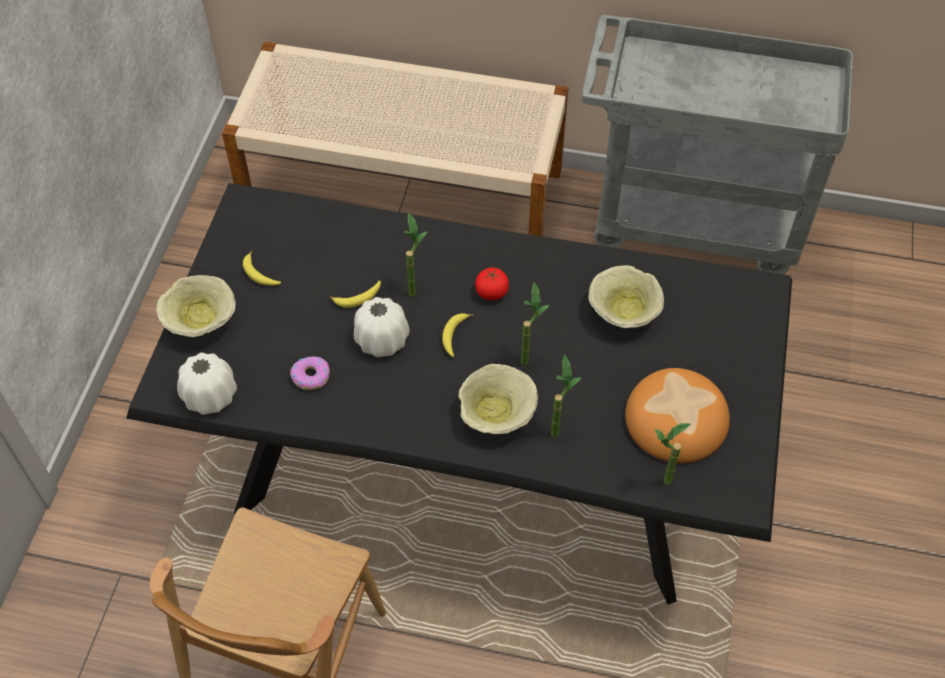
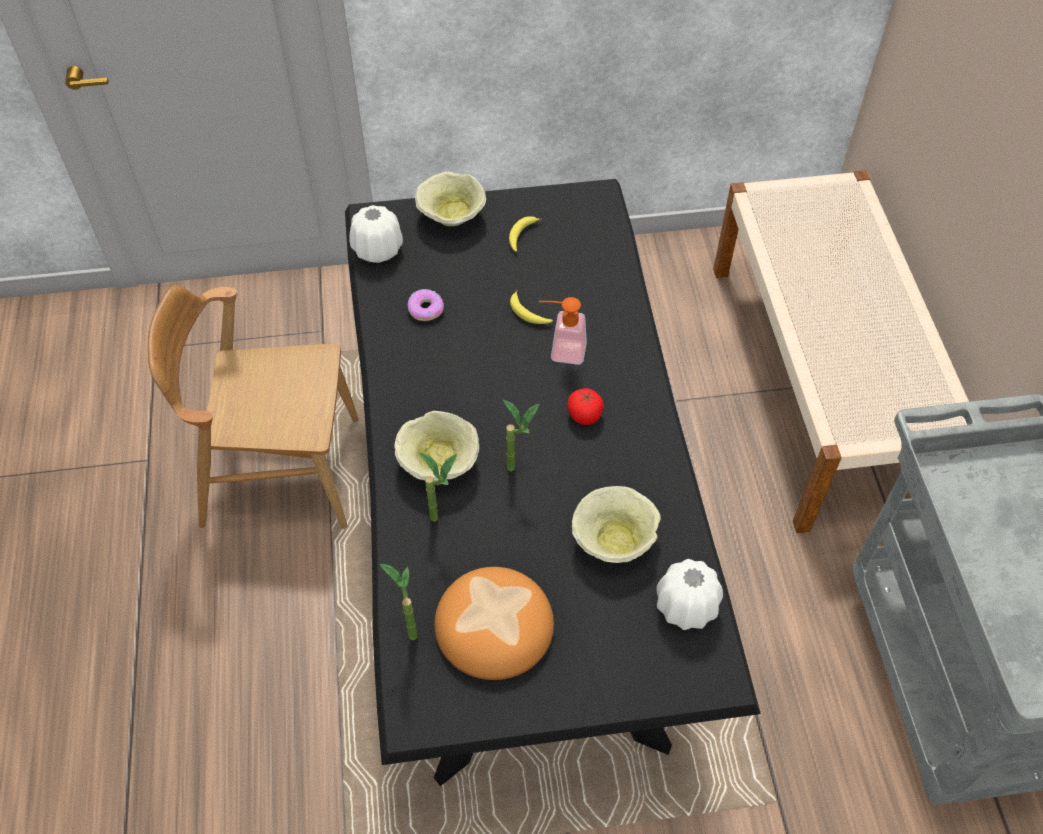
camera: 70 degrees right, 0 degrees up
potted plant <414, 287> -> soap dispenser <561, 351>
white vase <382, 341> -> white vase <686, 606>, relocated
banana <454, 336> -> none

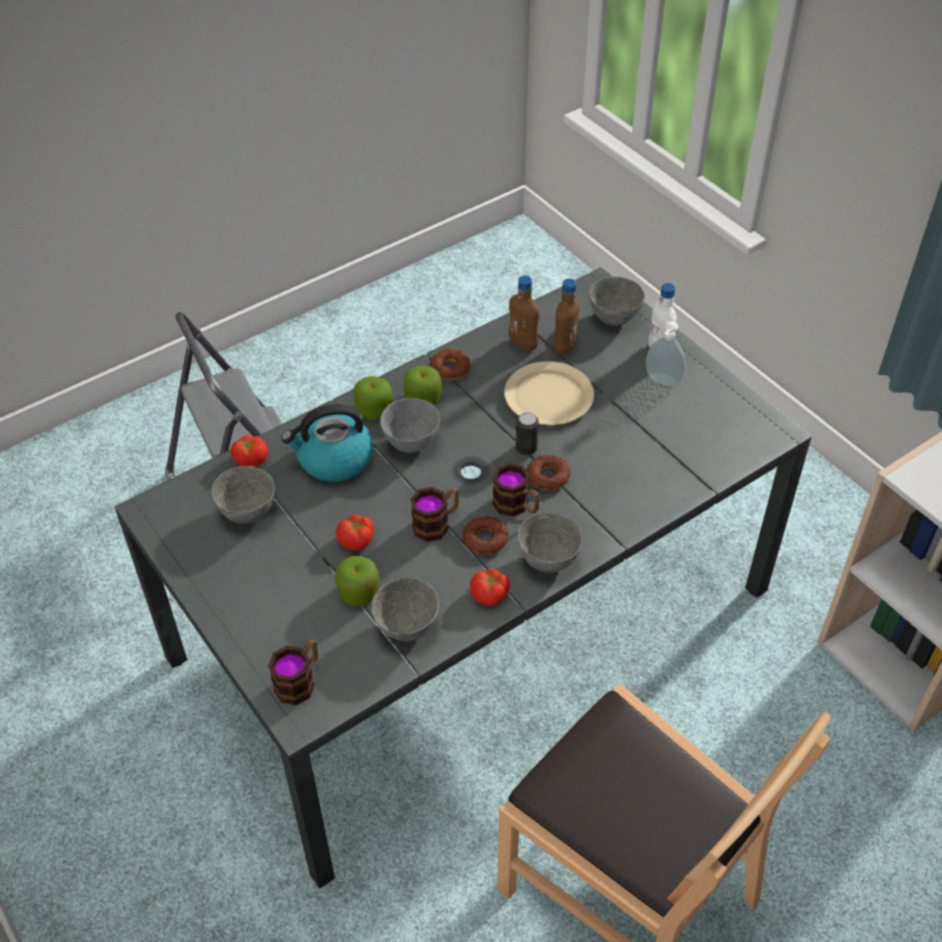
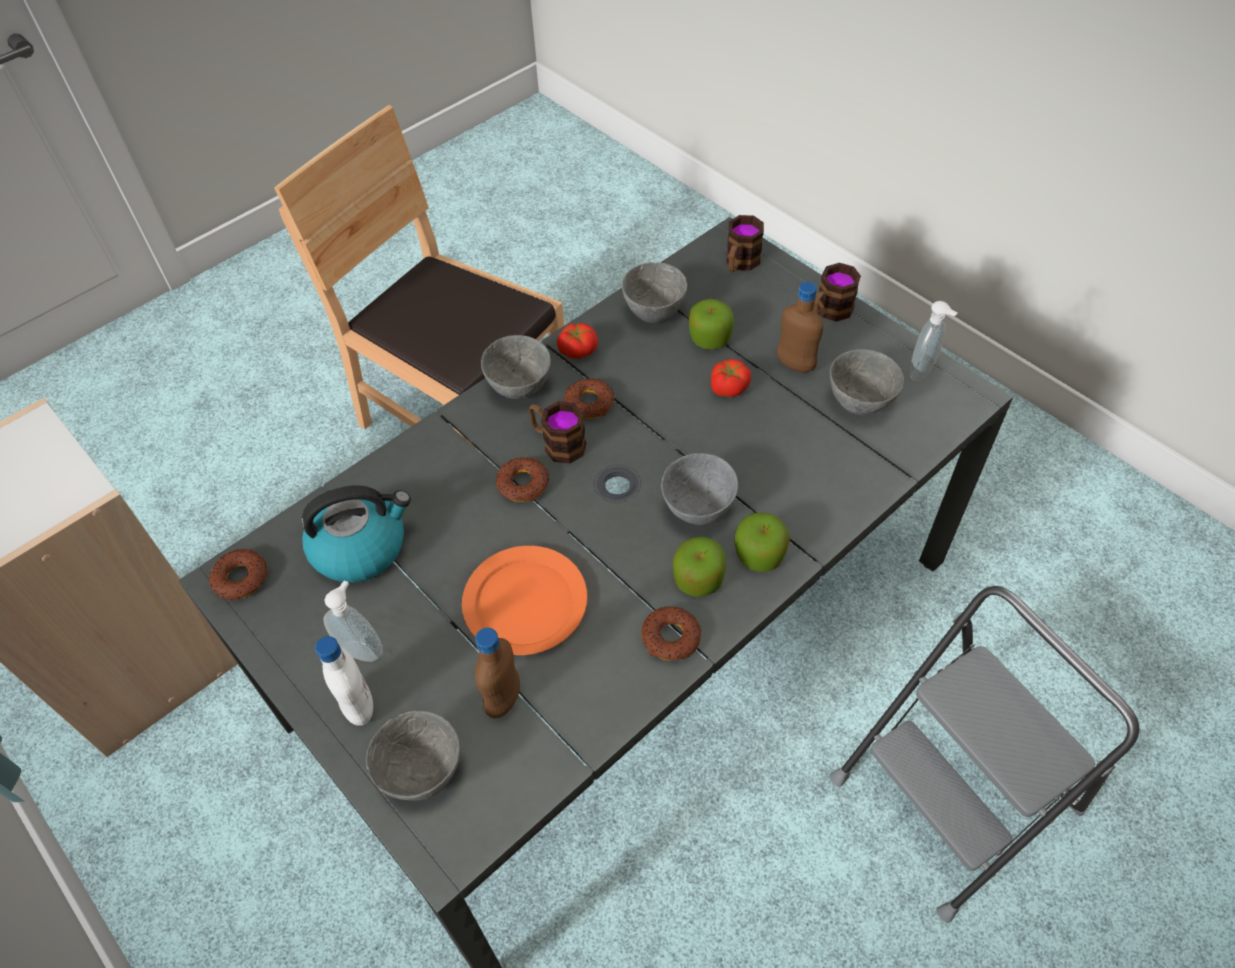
camera: 175 degrees right, 5 degrees up
none -> donut <240, 578>
kettle <334, 459> -> kettle <361, 547>, relocated
beige plate <548, 396> -> orange plate <525, 603>
brown bottle <523, 344> -> brown bottle <795, 365>, relocated
mug <437, 523> -> mug <829, 312>, relocated
none -> soap dispenser <923, 372>
tomato <251, 458> -> none
can <526, 448> -> none

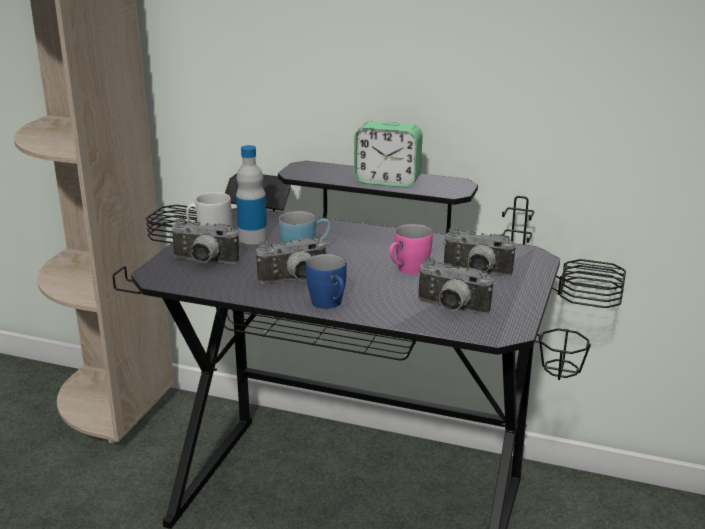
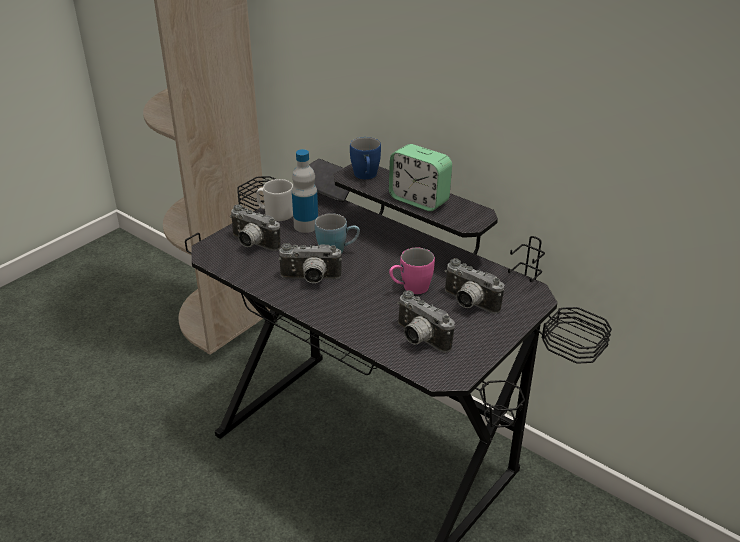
camera: 20 degrees right, 10 degrees up
blue mug <330, 305> -> blue mug <366, 176>, relocated

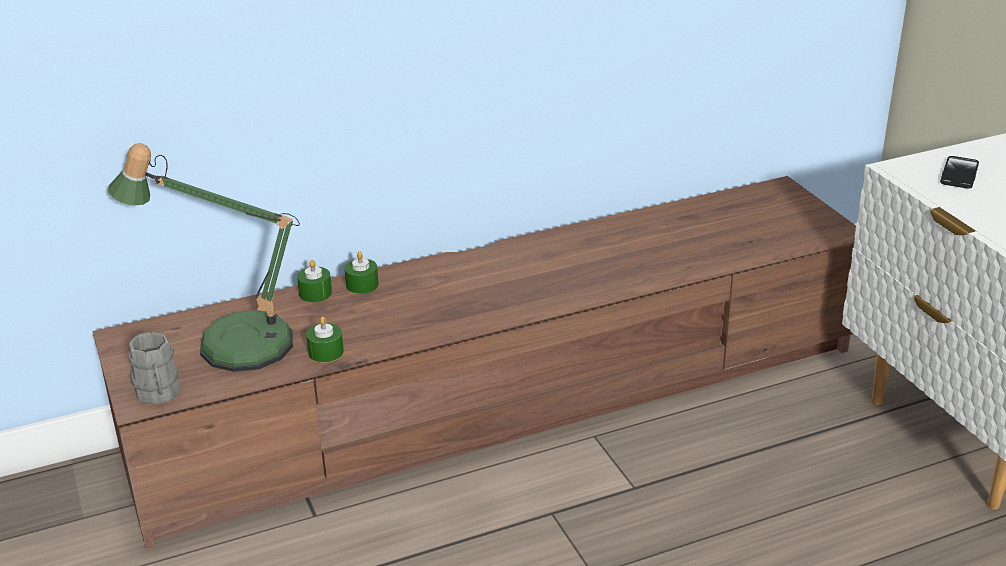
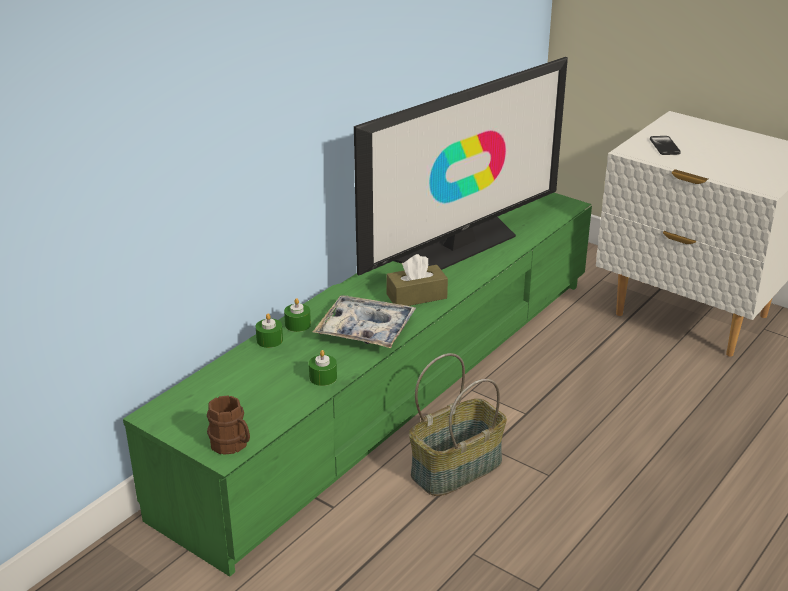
camera: 30 degrees left, 0 degrees up
brown tv stand <504, 402> -> green tv stand <392, 387>
grey mug <159, 395> -> brown mug <232, 445>
none -> tray <365, 330>
none -> television <459, 245>
none -> brown tissue box <416, 296>
none -> basket <456, 467>
table lamp <231, 341> -> none

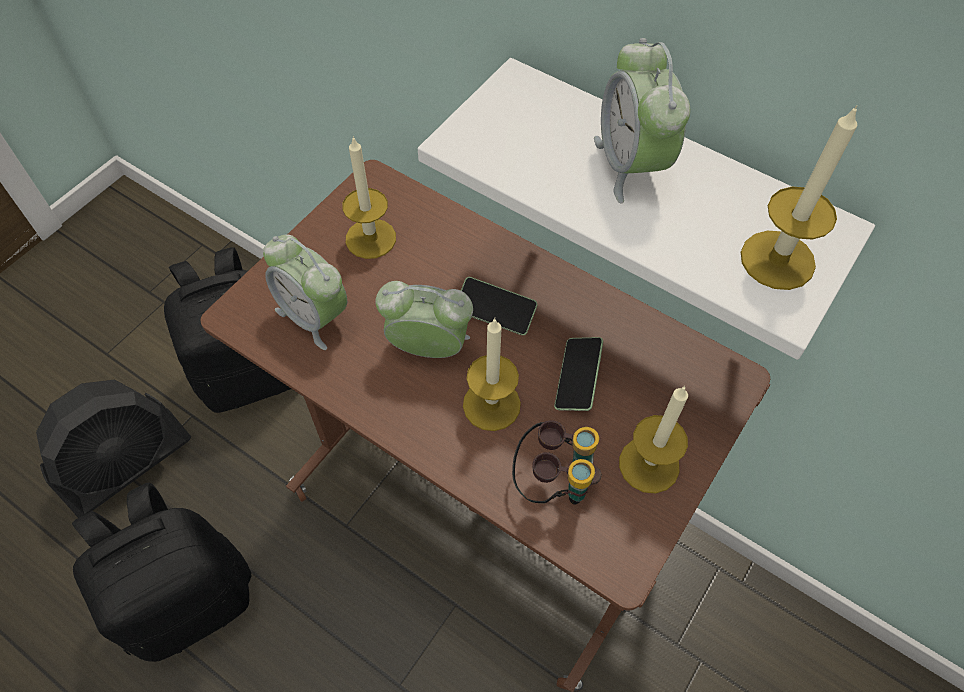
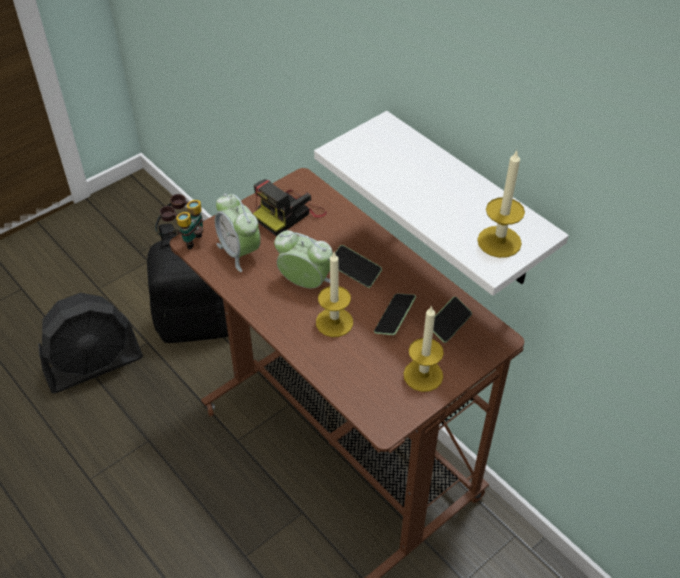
camera: 15 degrees right, 10 degrees down
binoculars <554, 481> -> binoculars <183, 238>, relocated
candle <370, 238> -> photo camera <289, 214>
none -> phone <449, 324>
black backpack <190, 597> -> none
alarm clock <631, 165> -> none

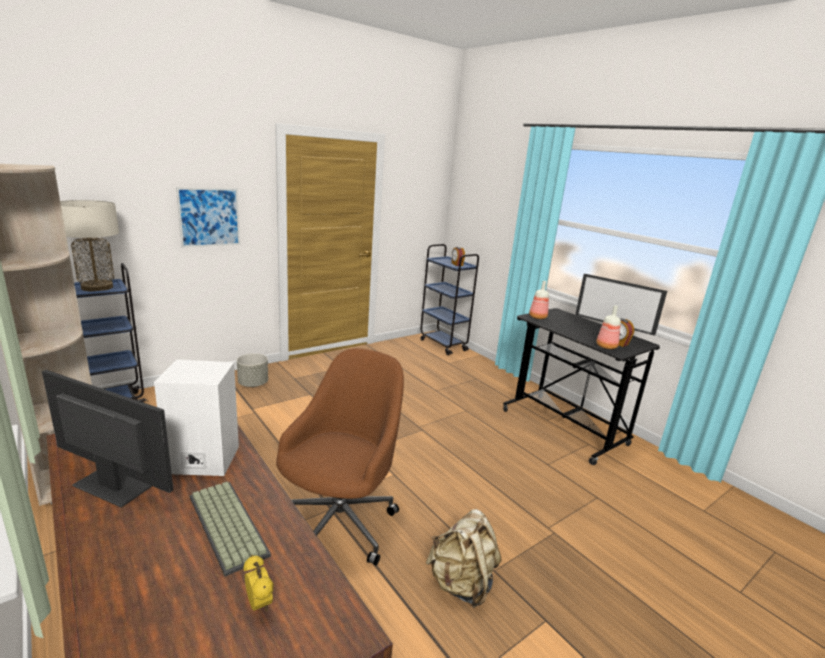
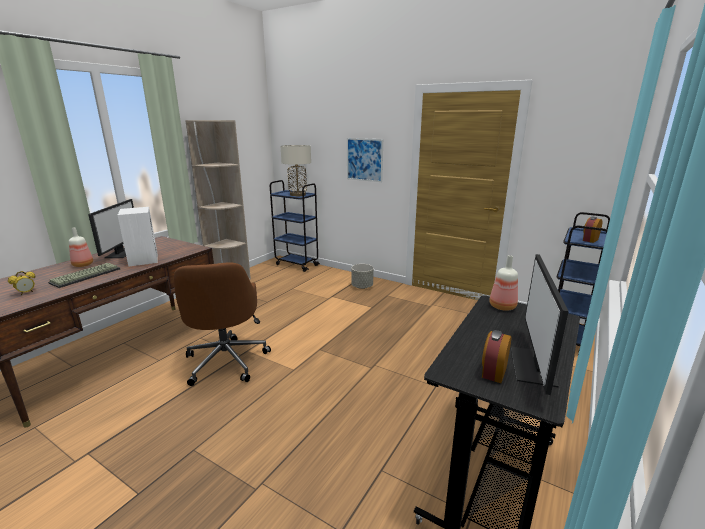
camera: 70 degrees right, 0 degrees up
bottle <606, 346> -> bottle <83, 265>, relocated
brown office chair <339, 524> -> brown office chair <226, 362>, 75 degrees clockwise
beige backpack <461, 583> -> none

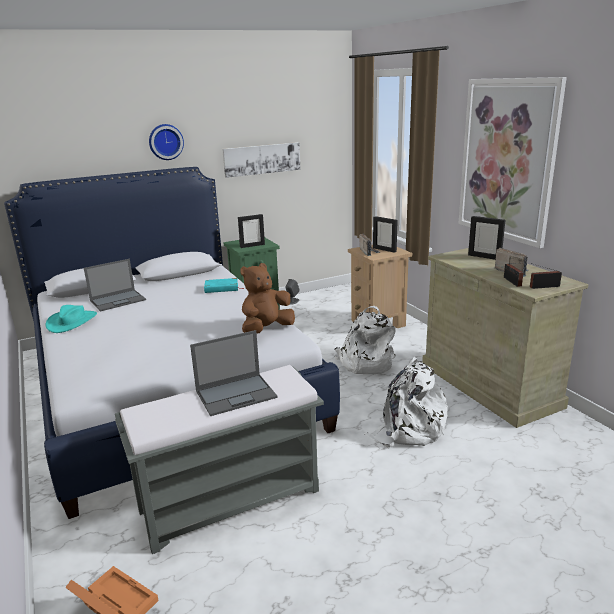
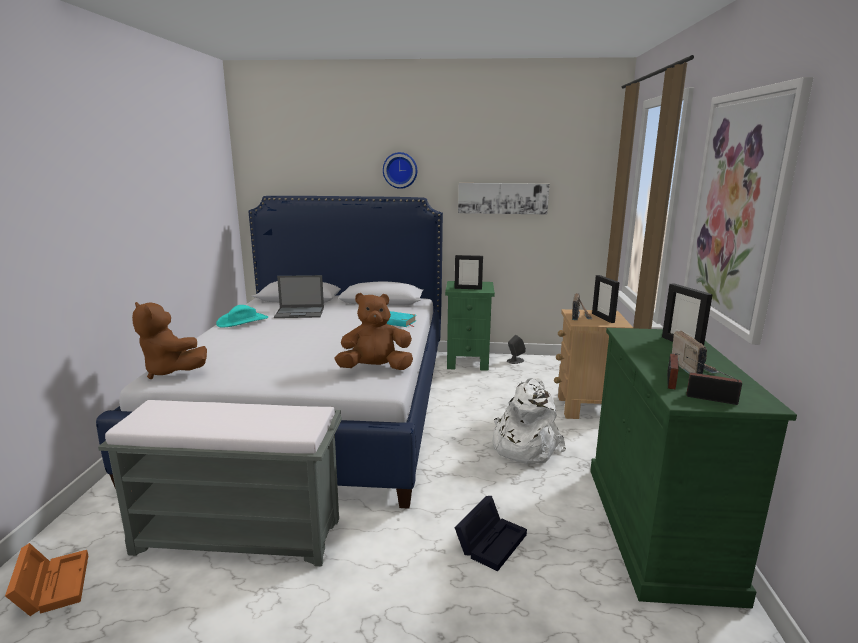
camera: 30 degrees right, 5 degrees down
none -> brown plush toy <171, 371>
white backpack <408, 429> -> black storage box <491, 541>
beige dresser <490, 385> -> green dresser <659, 528>
laptop <237, 394> -> none

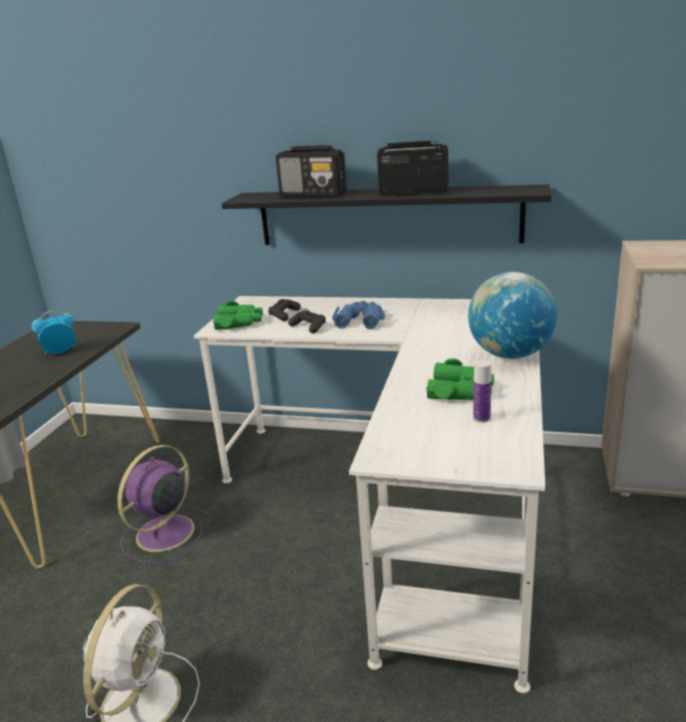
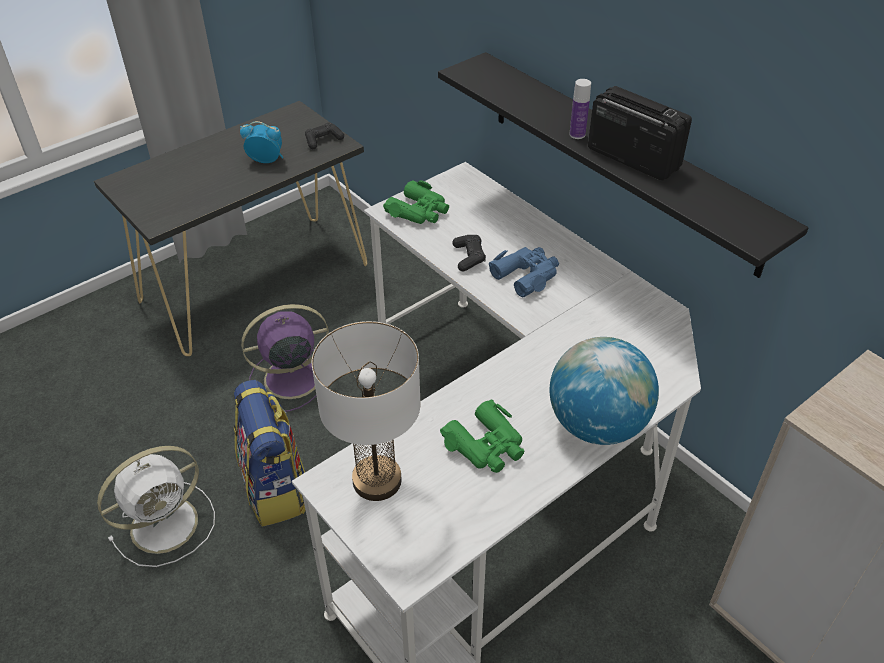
camera: 35 degrees right, 20 degrees up
none -> backpack <276, 489>
black game controller <284, 315> -> black game controller <323, 140>, relocated
none -> table lamp <377, 481>
bottle <481, 418> -> bottle <577, 134>, relocated
radio <313, 194> -> none

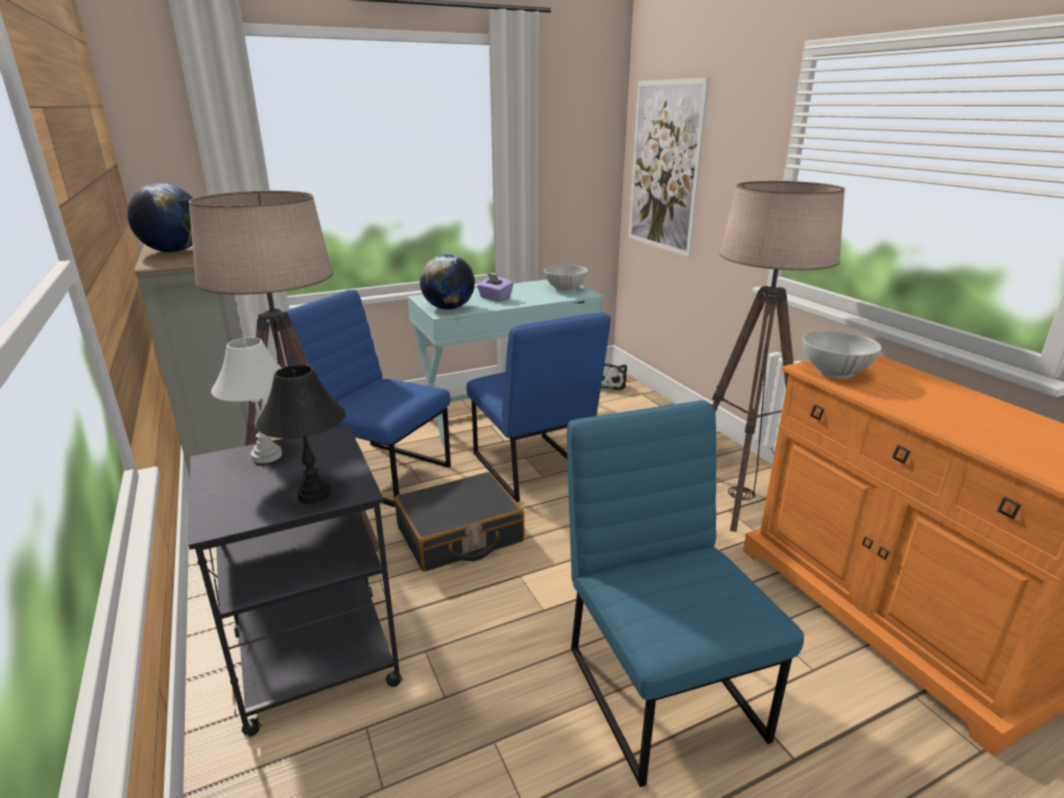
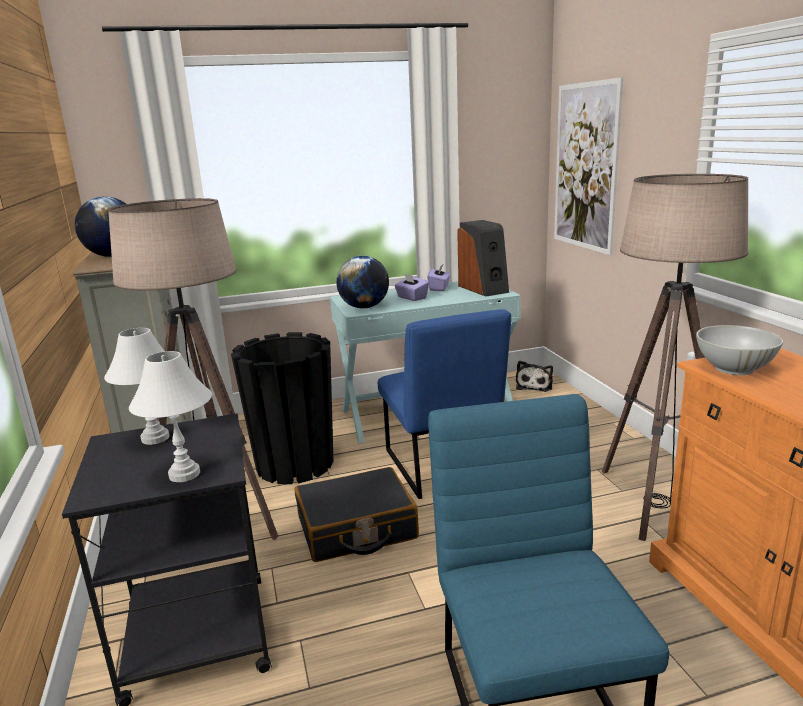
camera: 10 degrees right, 5 degrees down
black table lamp <313, 494> -> white table lamp <184, 474>
blue chair <381, 471> -> black planter <295, 464>
none -> purple tissue box <439, 288>
white bowl <565, 289> -> speaker <484, 289>

